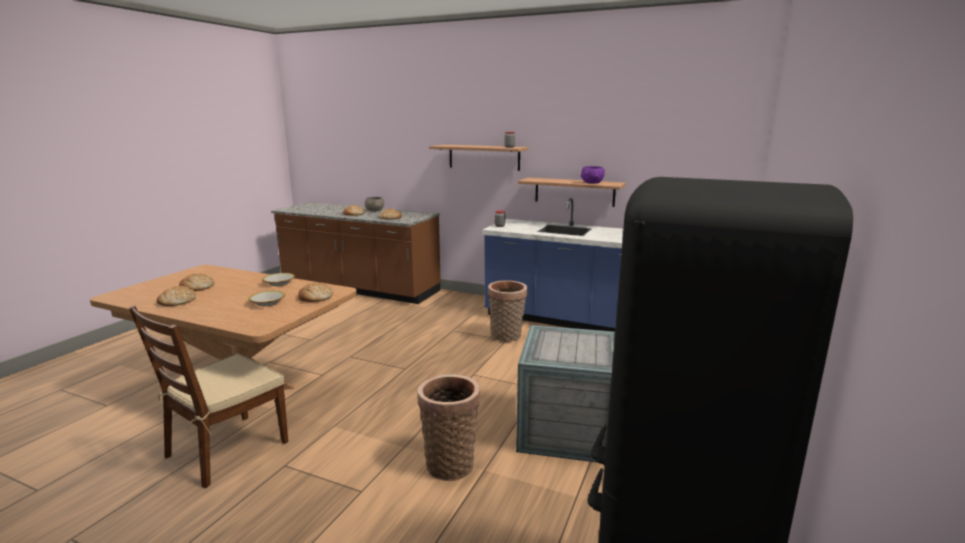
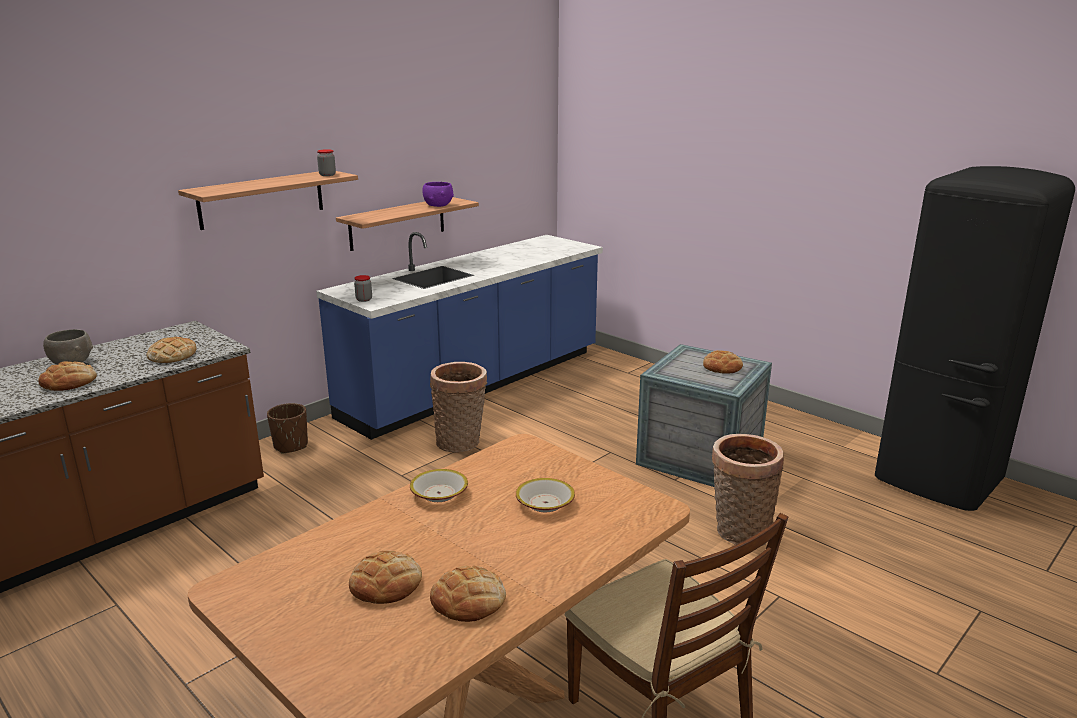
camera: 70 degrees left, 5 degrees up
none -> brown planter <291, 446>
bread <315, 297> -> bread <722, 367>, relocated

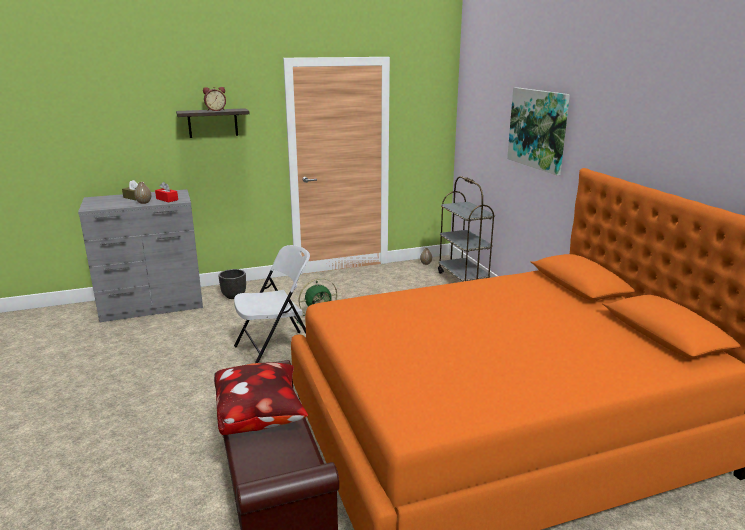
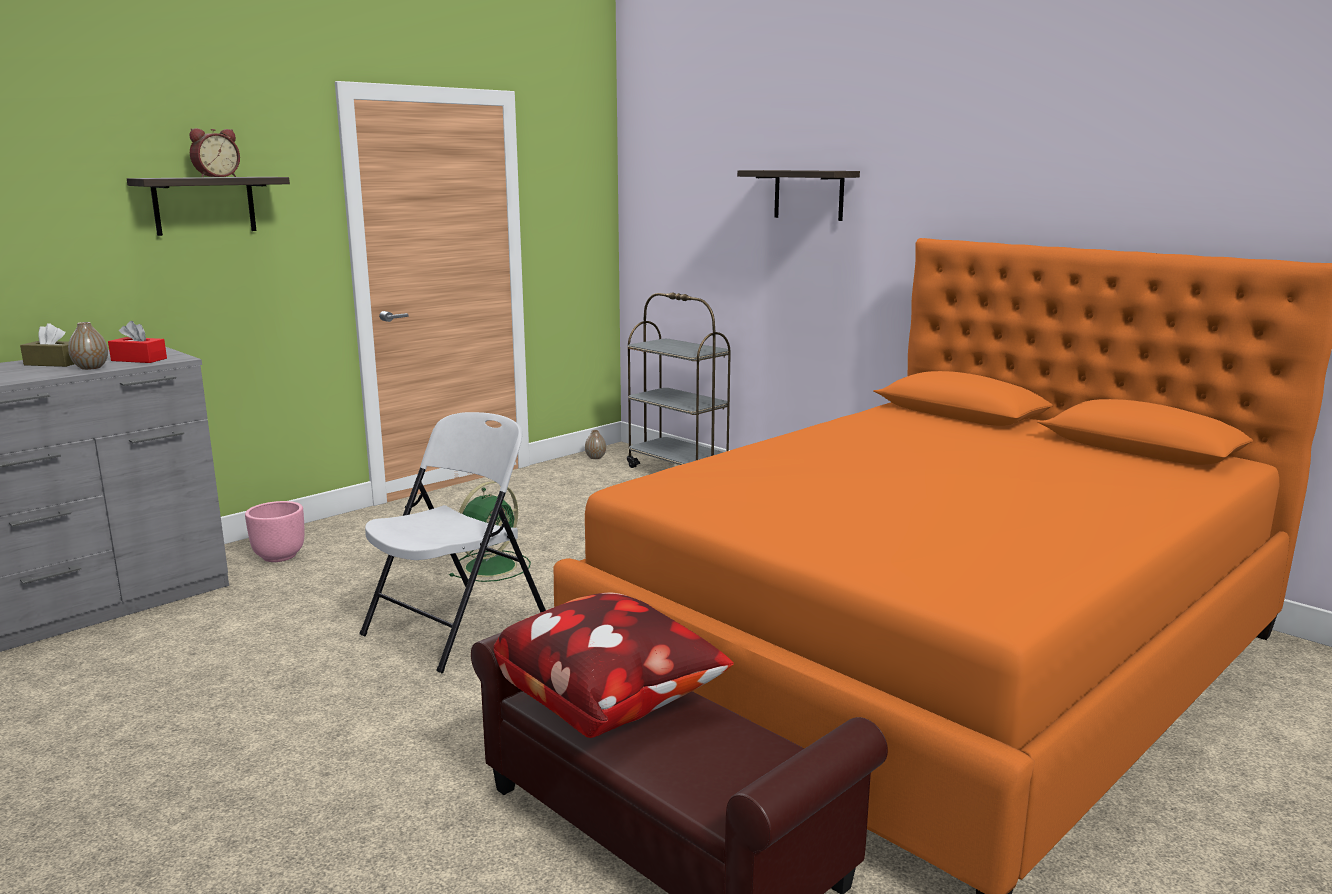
camera: 25 degrees left, 5 degrees down
black planter <234, 296> -> pink planter <280, 556>
picture <538, 129> -> shelf <808, 195>

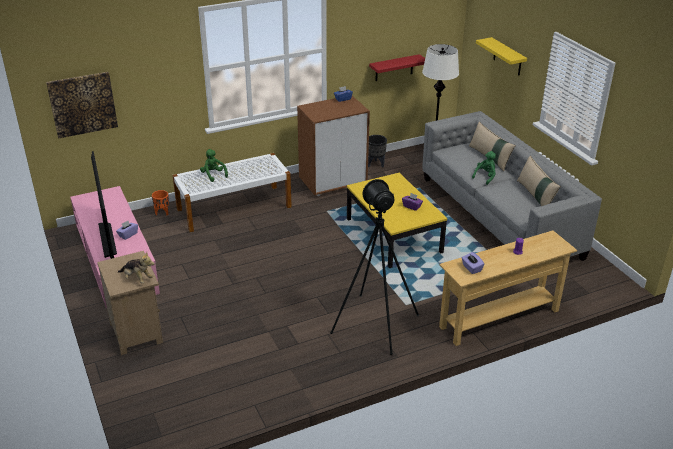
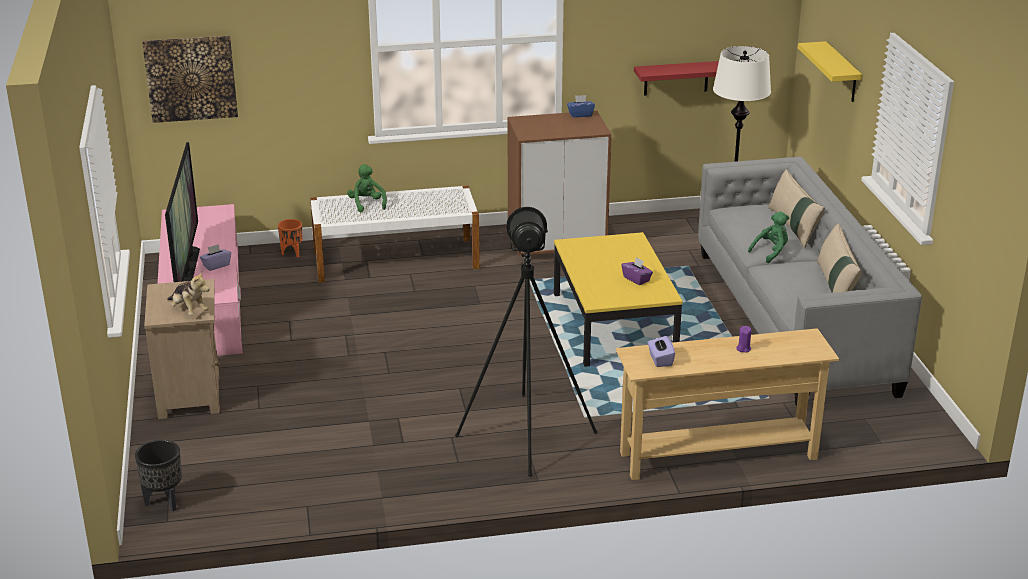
camera: 15 degrees right, 5 degrees down
black planter <375, 164> -> black planter <164, 502>, relocated

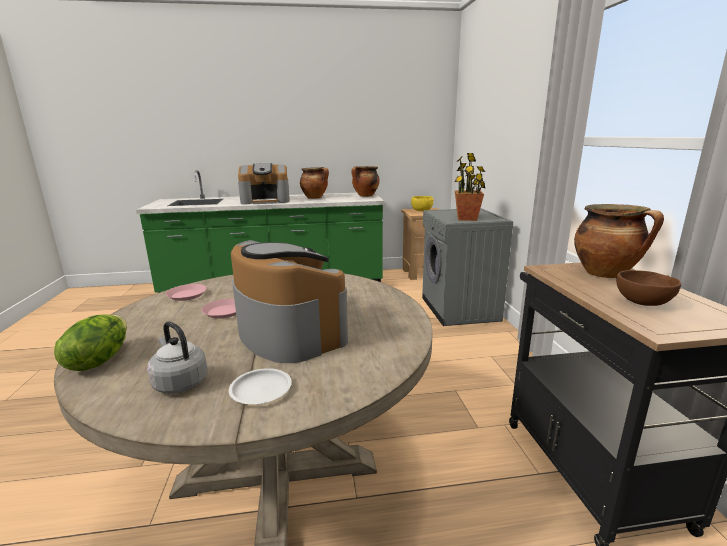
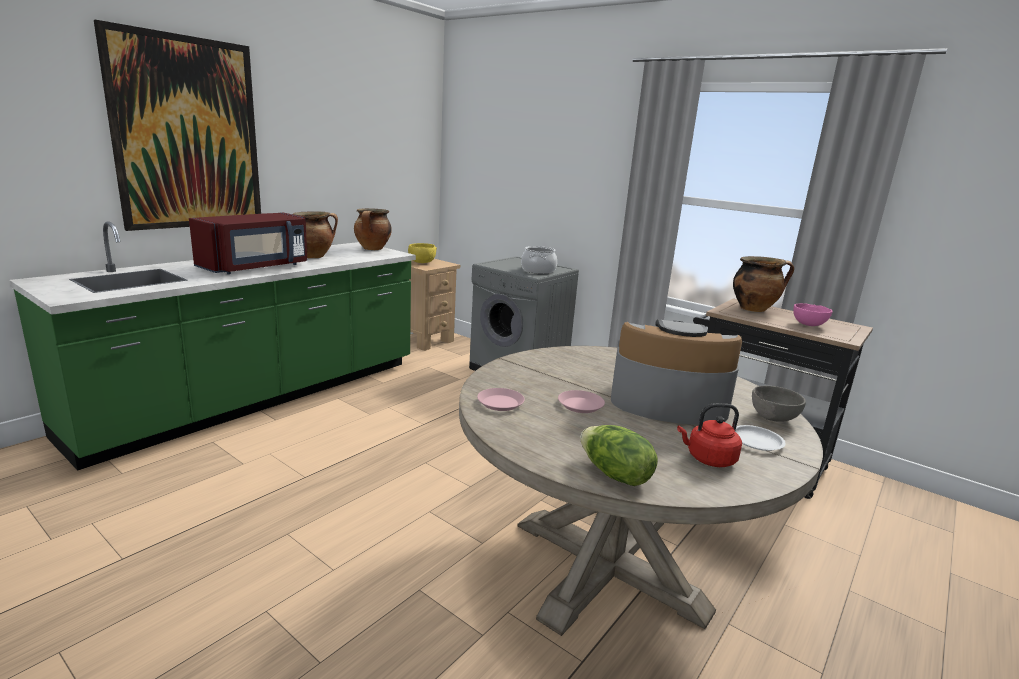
camera: 45 degrees left, 0 degrees up
none -> picture <188, 134>
coffee machine <266, 201> -> red microwave <256, 267>
potted plant <467, 218> -> cooking pot <538, 270>
grey kettle <179, 382> -> red kettle <708, 459>
none -> grey bowl <772, 418>
brown bowl <643, 303> -> pink bowl <809, 325>

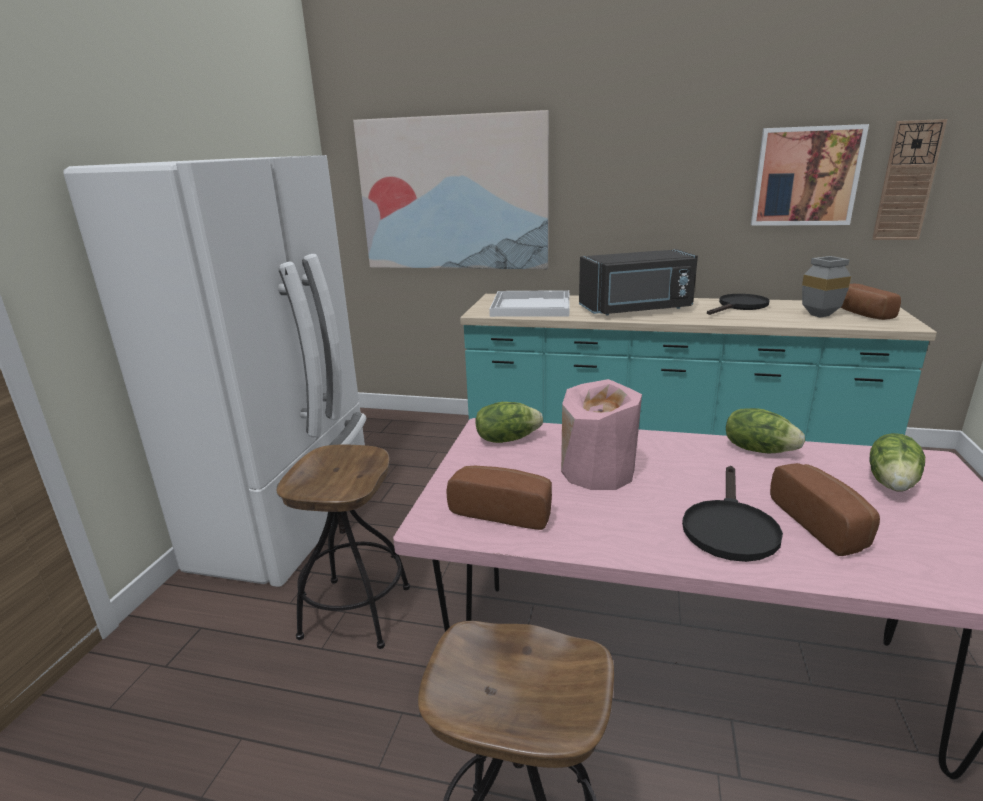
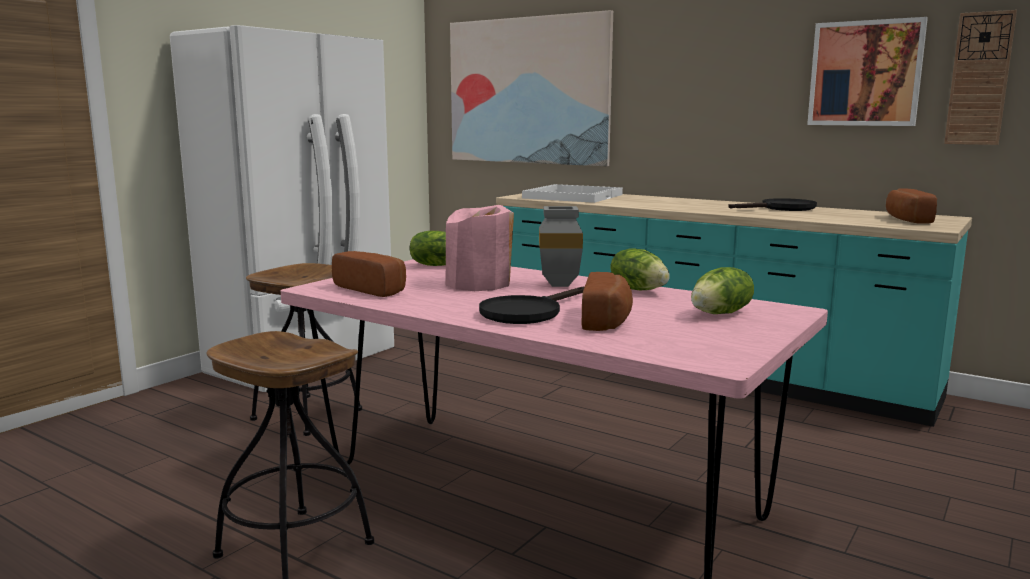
camera: 20 degrees right, 10 degrees down
grey vase <820, 315> -> grey vase <562, 284>, relocated
black microwave <637, 309> -> none

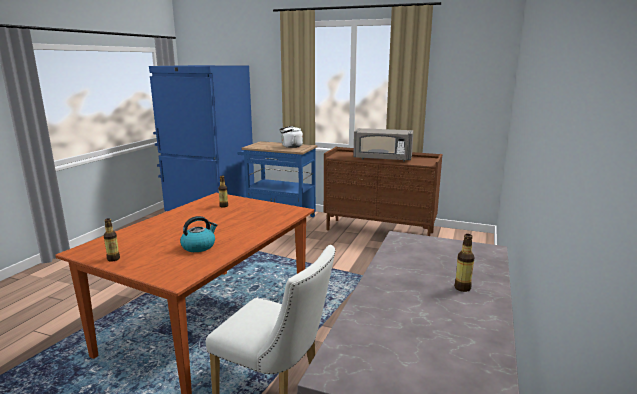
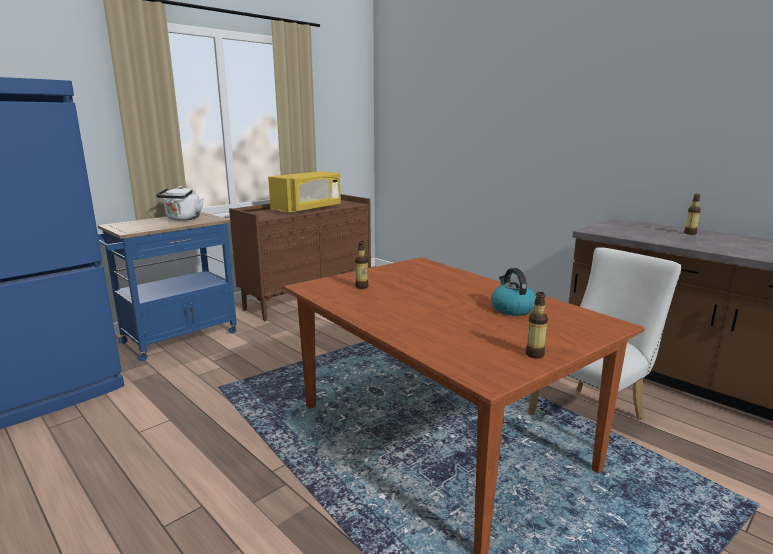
camera: 65 degrees left, 0 degrees up
grey microwave <382, 159> -> yellow microwave <308, 209>

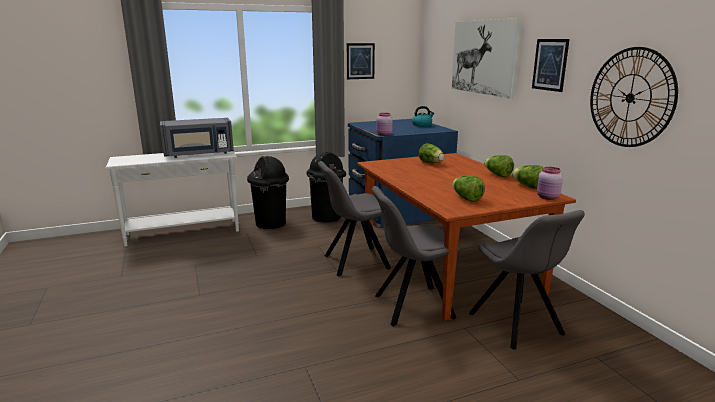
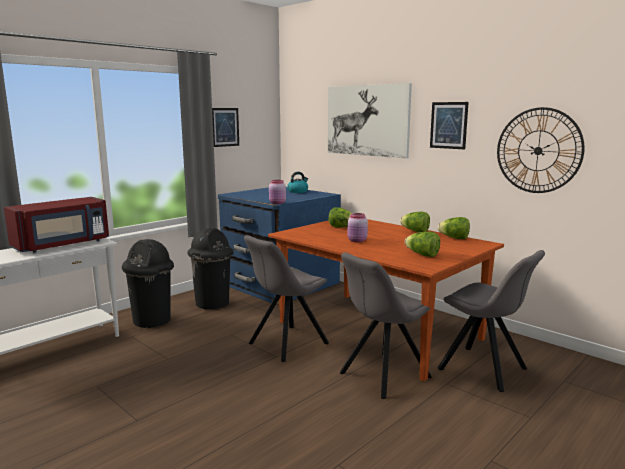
camera: 25 degrees left, 5 degrees down
grey microwave <199, 154> -> red microwave <63, 245>
pink jar <548, 197> -> pink jar <357, 241>, relocated

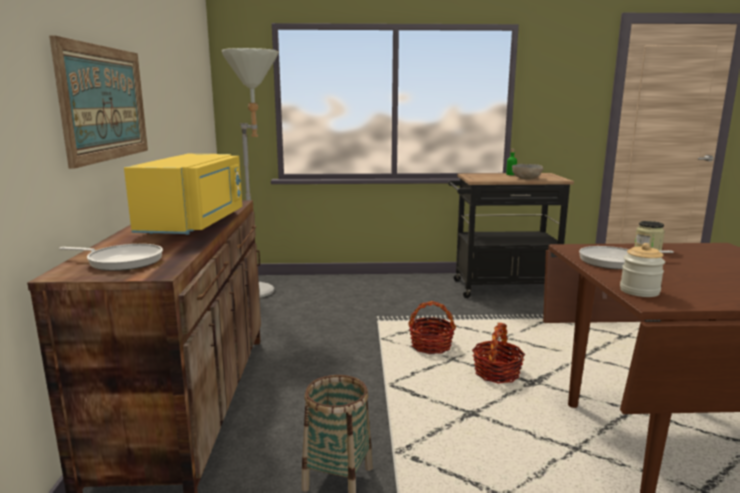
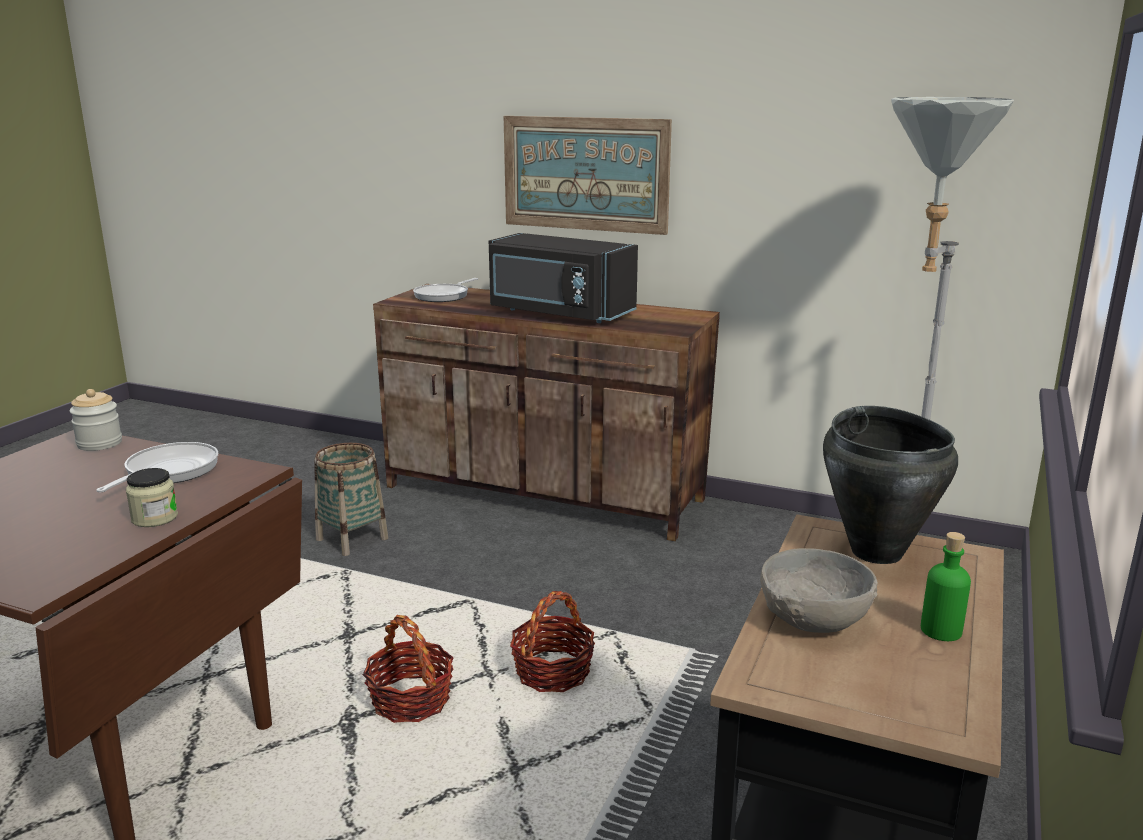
camera: 115 degrees right, 5 degrees up
yellow microwave <195, 223> -> black microwave <558, 313>
none -> black cooking pot <877, 552>

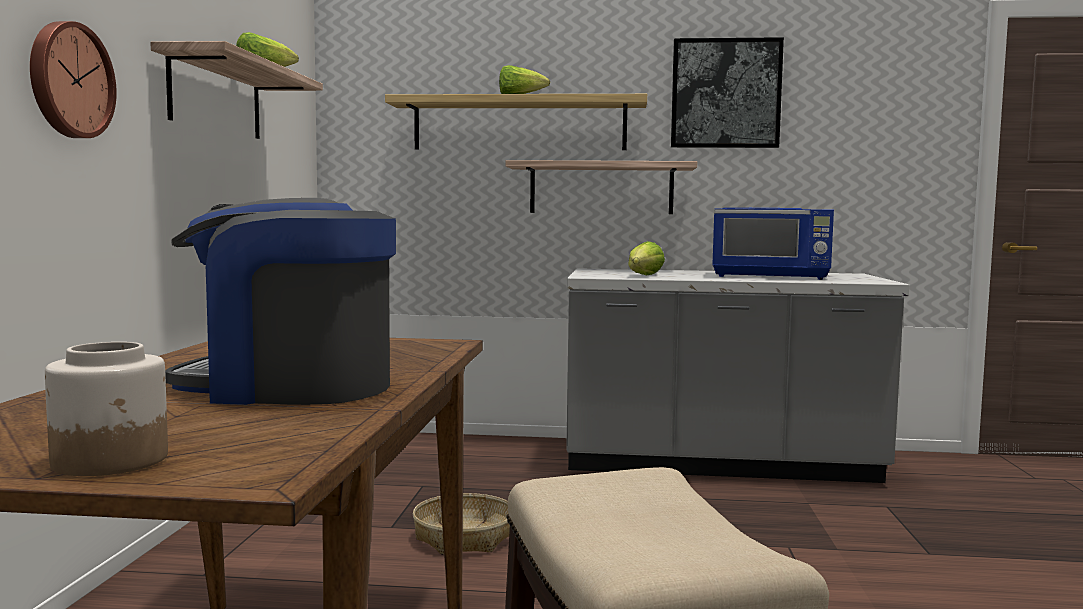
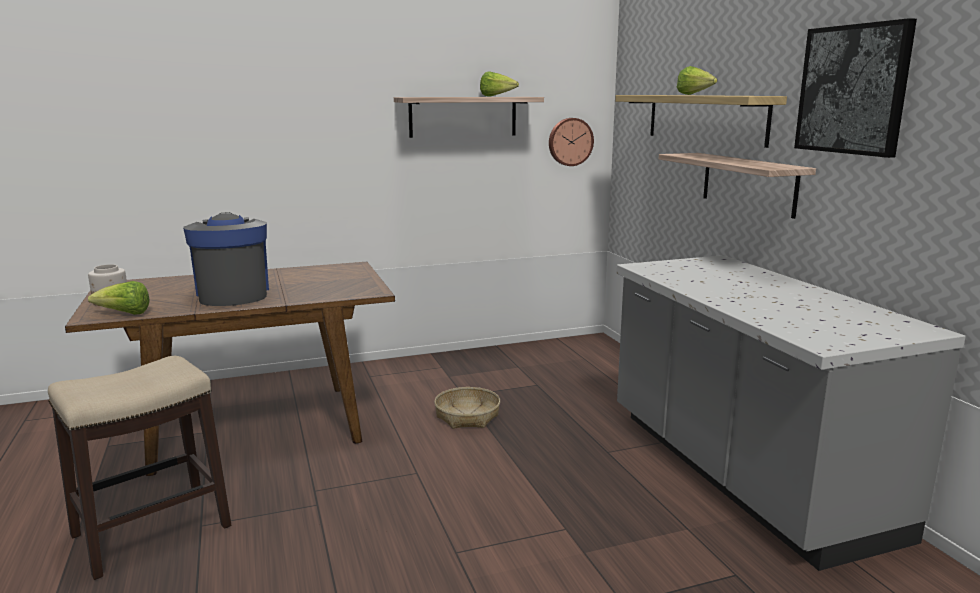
camera: 65 degrees right, 10 degrees up
lettuce <644, 276> -> lettuce <125, 314>, relocated
wall clock <69, 80> -> wall clock <570, 141>, relocated
blue microwave <771, 276> -> none

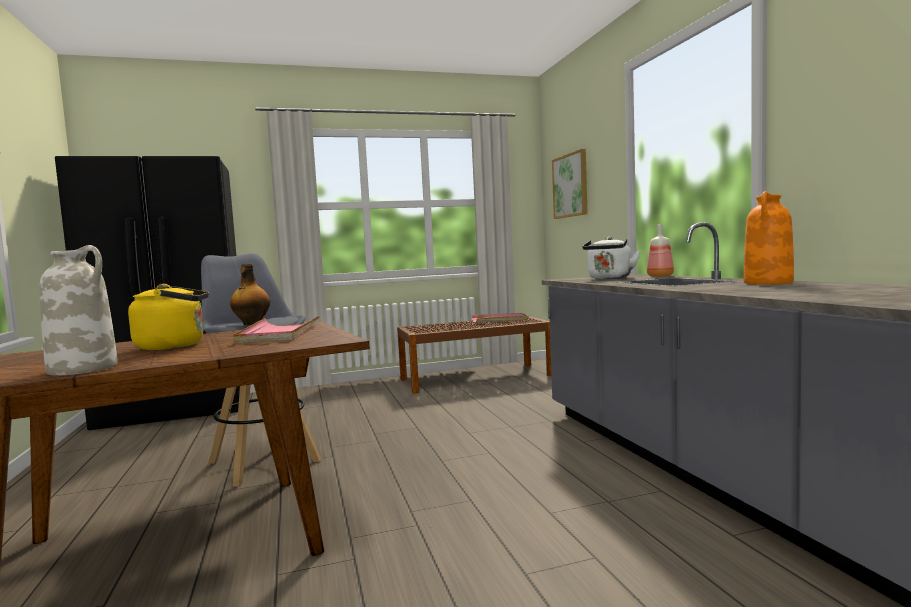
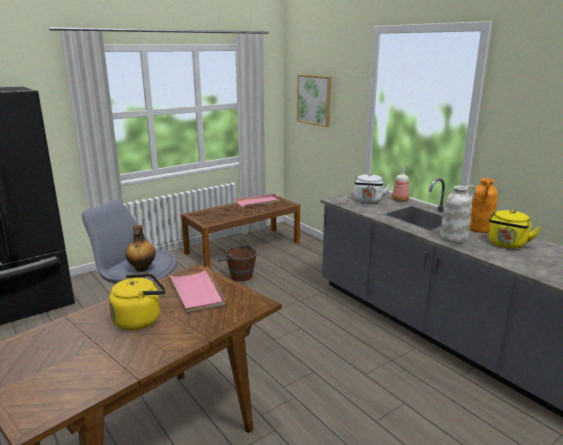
camera: 20 degrees left, 15 degrees up
none -> brown bucket <237, 275>
white vase <84, 368> -> white vase <454, 238>, relocated
none -> yellow kettle <507, 244>

